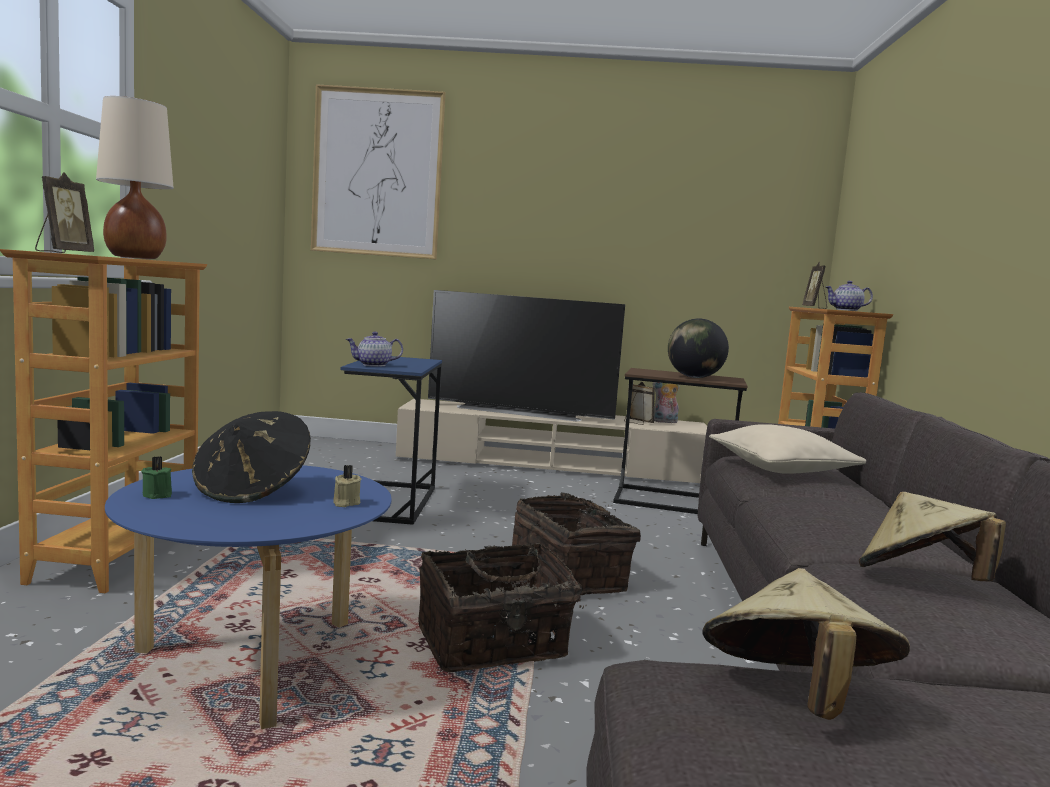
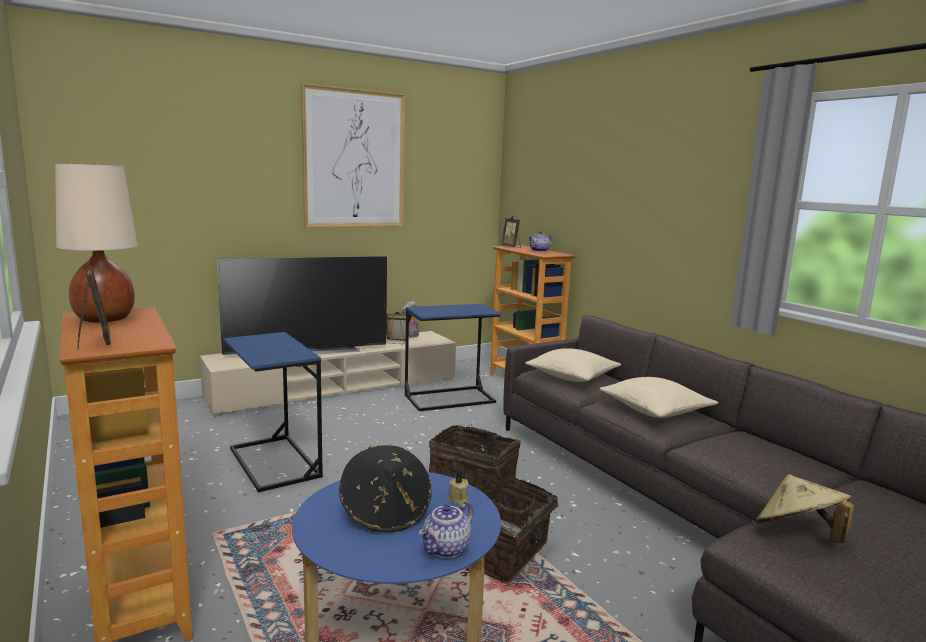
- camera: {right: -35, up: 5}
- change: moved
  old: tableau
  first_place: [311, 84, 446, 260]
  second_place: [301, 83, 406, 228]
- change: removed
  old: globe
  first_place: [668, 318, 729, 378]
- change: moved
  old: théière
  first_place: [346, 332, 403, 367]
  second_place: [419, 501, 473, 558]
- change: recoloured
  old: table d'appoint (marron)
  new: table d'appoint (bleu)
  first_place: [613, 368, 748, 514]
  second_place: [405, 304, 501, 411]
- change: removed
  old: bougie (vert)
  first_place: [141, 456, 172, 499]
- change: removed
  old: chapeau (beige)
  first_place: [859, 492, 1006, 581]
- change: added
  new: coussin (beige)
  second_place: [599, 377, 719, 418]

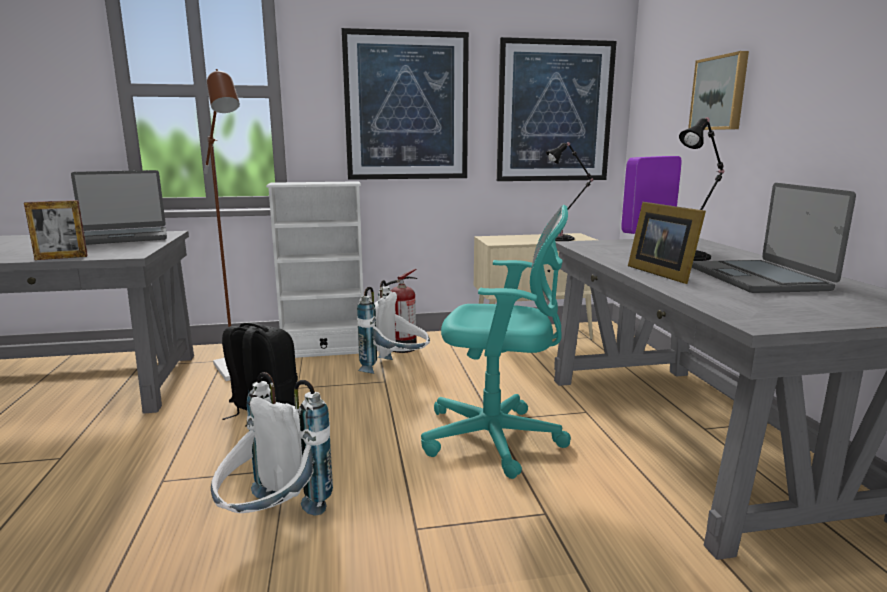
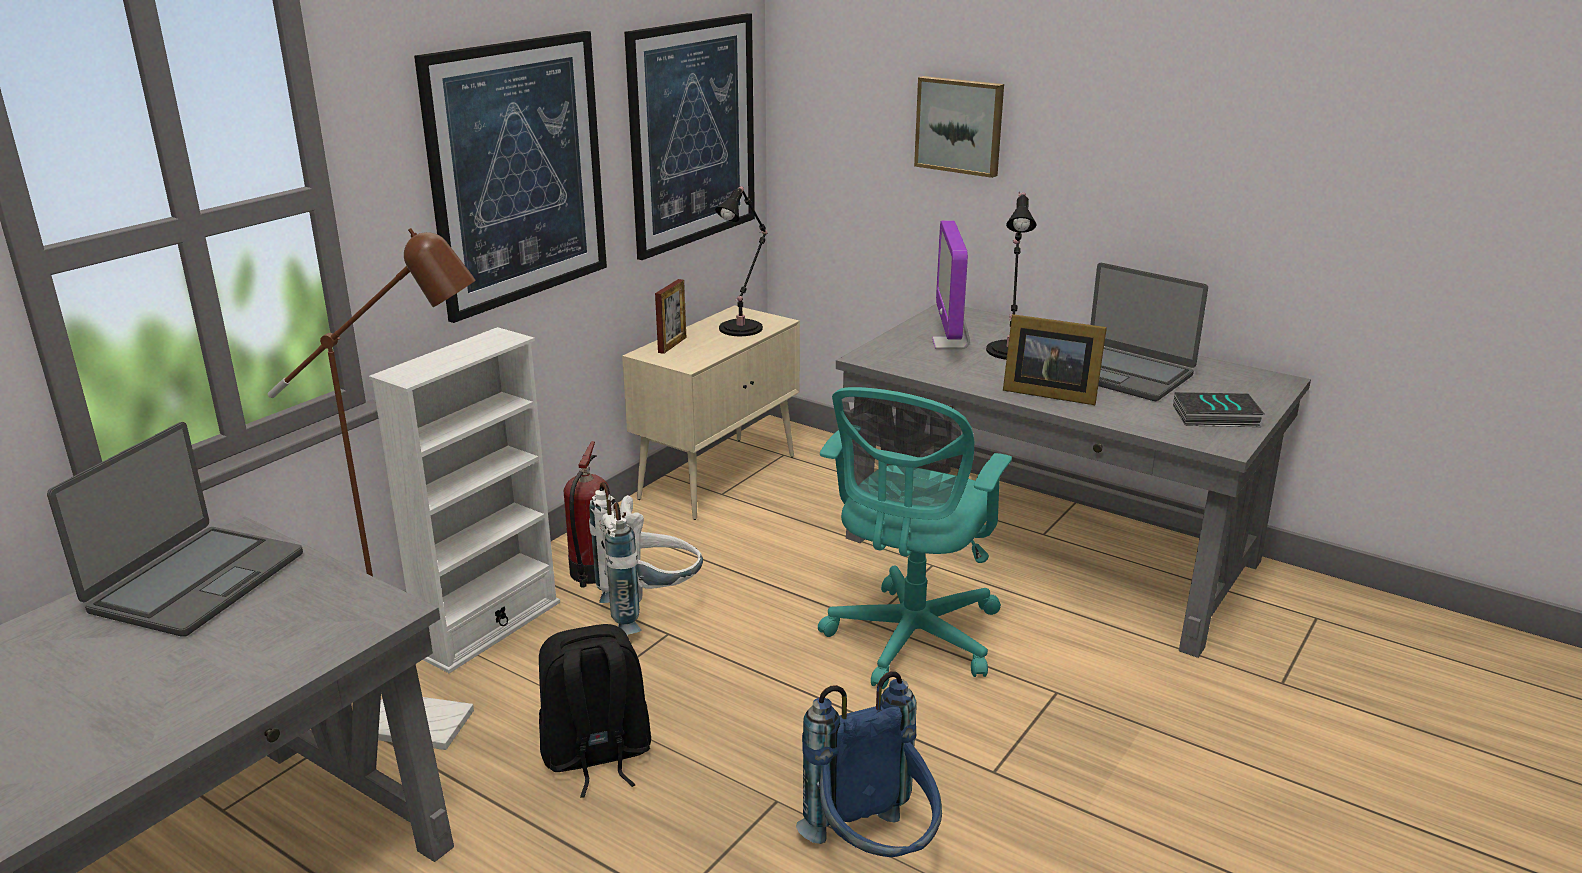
- camera: {right: -45, up: 10}
- change: moved
  old: cadre photo
  first_place: [24, 200, 88, 260]
  second_place: [655, 279, 686, 354]
- change: turned
  old: chaise de bureau (turquoise)
  first_place: [421, 205, 571, 479]
  second_place: [818, 387, 1012, 689]
  degrees: 150
- change: recoloured
  old: sac à dos (blanc)
  new: sac à dos (bleu)
  first_place: [211, 372, 333, 516]
  second_place: [796, 671, 942, 857]
- change: added
  new: livre
  second_place: [1173, 392, 1264, 427]

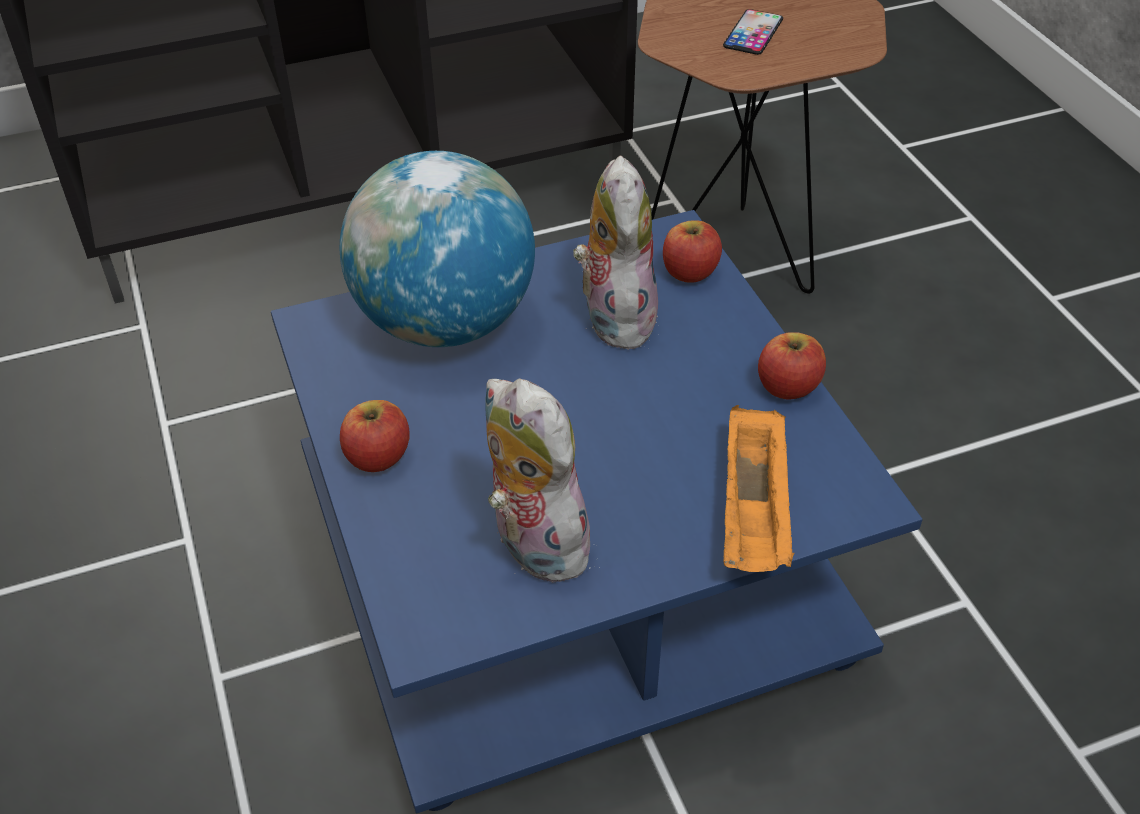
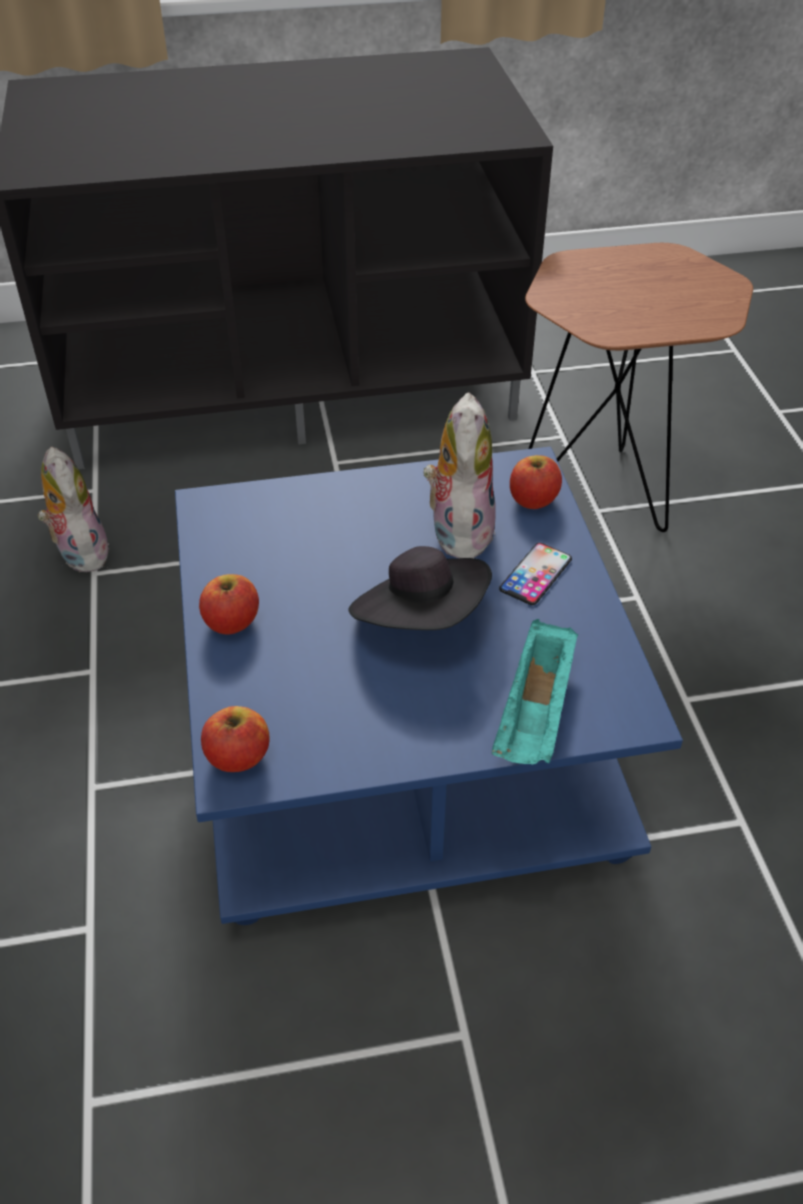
- camera: {right: 10, up: 0}
- change: moved
  old: téléphone
  first_place: [723, 9, 783, 55]
  second_place: [499, 543, 572, 605]
- change: removed
  old: globe
  first_place: [340, 151, 535, 347]
- change: moved
  old: pomme
  first_place: [758, 332, 826, 400]
  second_place: [201, 706, 270, 772]
- change: moved
  old: peluche
  first_place: [485, 378, 600, 583]
  second_place: [38, 446, 113, 572]
- change: recoloured
  old: plateau (orange)
  new: plateau (turquoise)
  first_place: [723, 405, 794, 572]
  second_place: [492, 619, 578, 764]
- change: added
  new: chapeau (noir)
  second_place: [348, 546, 492, 630]

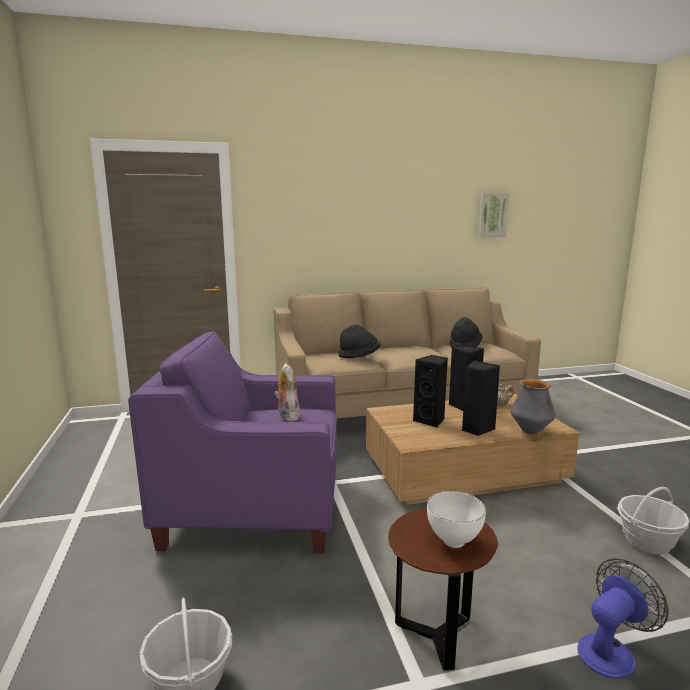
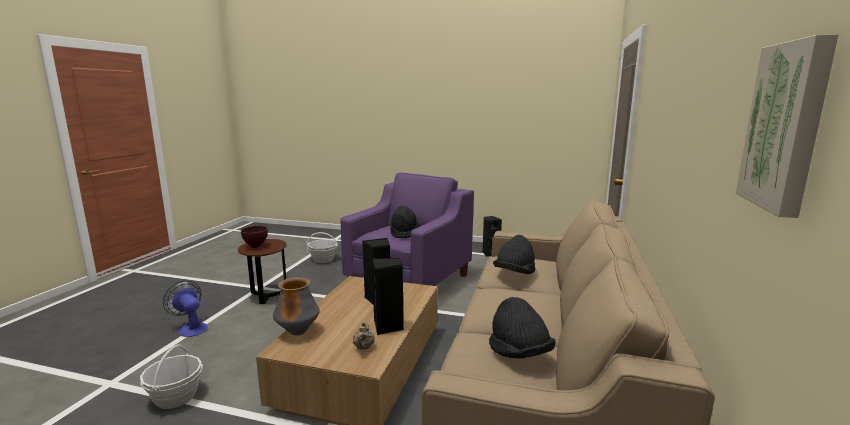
- camera: {right: 120, up: 0}
- change: moved
  old: enceinte (noir)
  first_place: [462, 360, 500, 436]
  second_place: [482, 216, 502, 257]
- change: replaced
  old: peluche
  new: chapeau (noir)
  first_place: [274, 363, 300, 421]
  second_place: [390, 206, 419, 239]
- change: recoloured
  old: bol (blanc)
  new: bol (marron)
  first_place: [427, 491, 486, 548]
  second_place: [241, 226, 268, 248]
- change: turned
  old: ventilateur
  first_place: [577, 558, 668, 679]
  second_place: [163, 280, 208, 337]
  degrees: 135

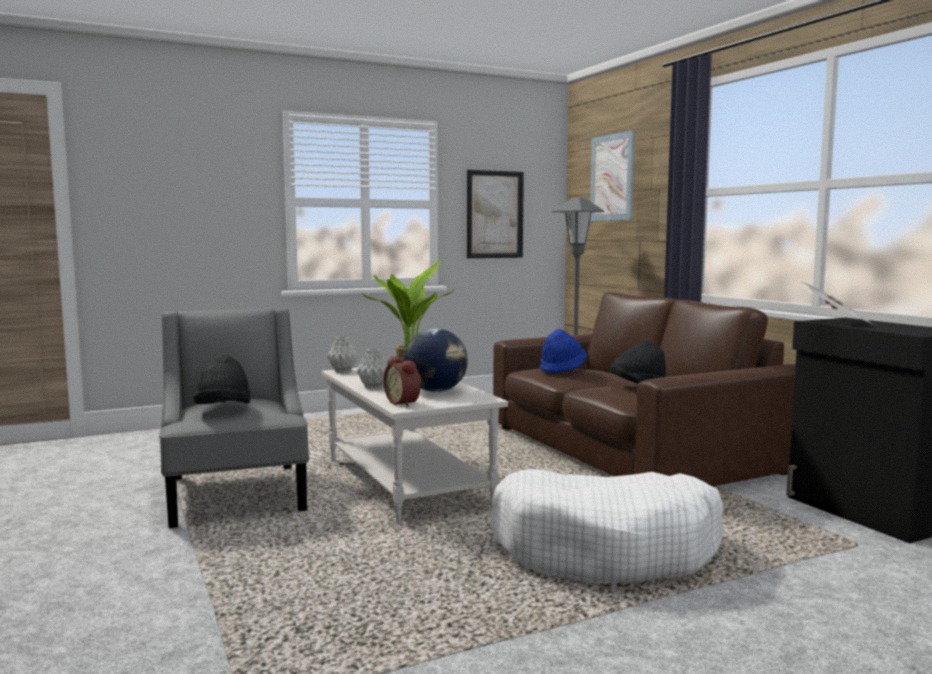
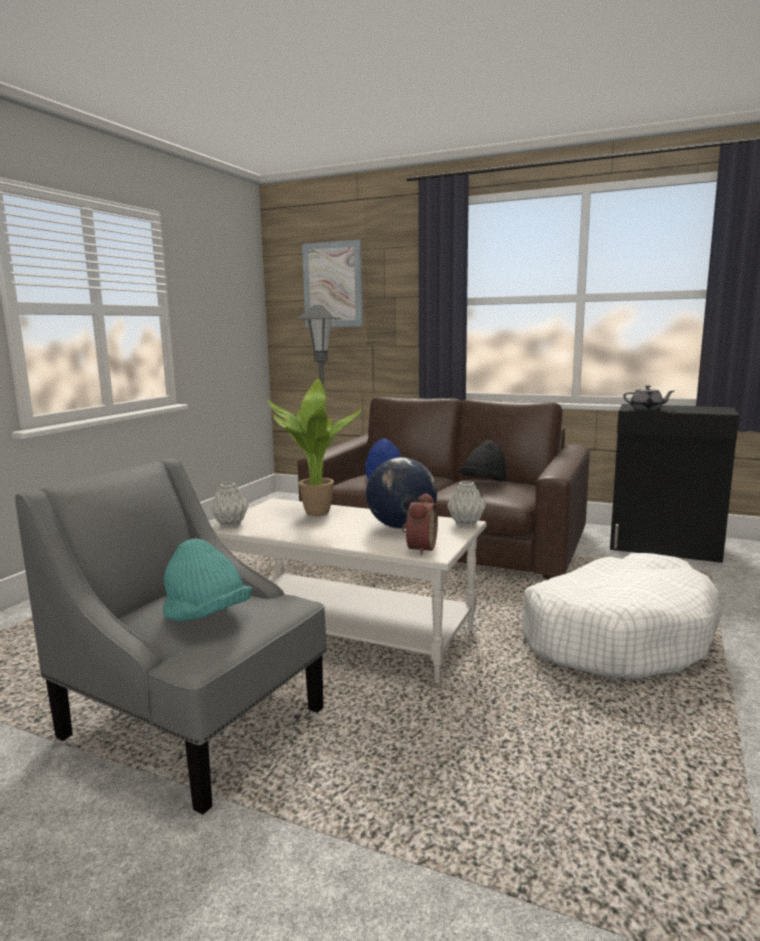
- camera: {right: -40, up: 5}
- change: removed
  old: tableau
  first_place: [467, 170, 524, 258]
- change: replaced
  old: journal
  new: théière (gris)
  first_place: [802, 282, 877, 326]
  second_place: [623, 385, 674, 410]
- change: moved
  old: vase (gris)
  first_place: [357, 349, 387, 389]
  second_place: [447, 481, 486, 527]
- change: recoloured
  old: chapeau (noir)
  new: chapeau (turquoise)
  first_place: [193, 354, 250, 404]
  second_place: [163, 538, 252, 622]
- change: turned
  old: réveil
  first_place: [384, 356, 421, 407]
  second_place: [402, 493, 438, 555]
  degrees: -90

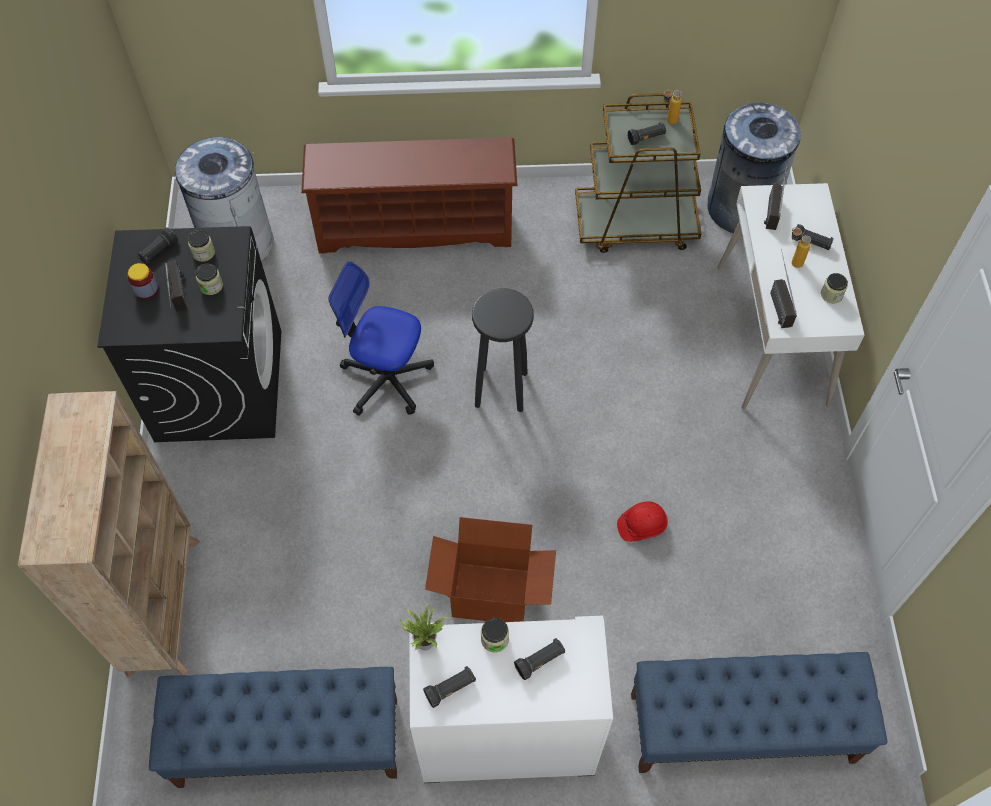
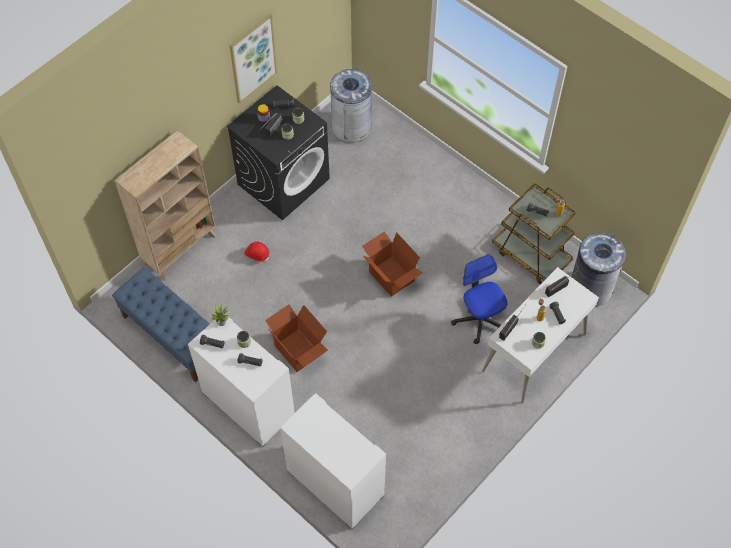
- camera: {right: 45, up: 0}
- change: removed
  old: étagère à chaussures (marron)
  first_place: [301, 137, 518, 254]
- change: moved
  old: chaise de bureau
  first_place: [328, 262, 434, 416]
  second_place: [451, 254, 508, 344]
- change: replaced
  old: tabouret (noir)
  new: carton
  first_place: [472, 288, 534, 412]
  second_place: [362, 231, 423, 297]
- change: moved
  old: casque de chantier (rouge)
  first_place: [617, 501, 668, 542]
  second_place: [245, 241, 270, 262]
- change: replaced
  old: banc (bleu)
  new: meuble de rangement (blanc)
  first_place: [631, 652, 887, 773]
  second_place: [280, 393, 386, 529]
- change: added
  new: tableau
  second_place: [229, 14, 277, 104]

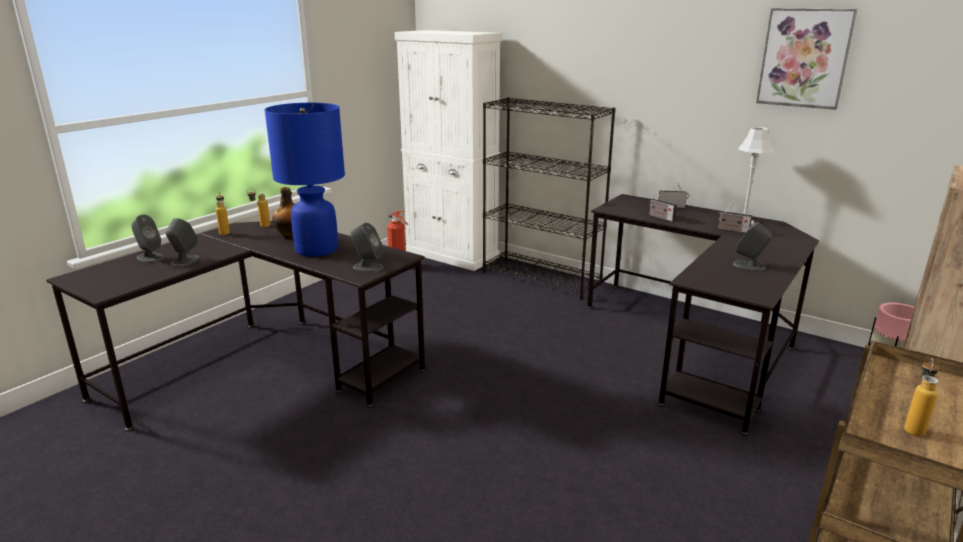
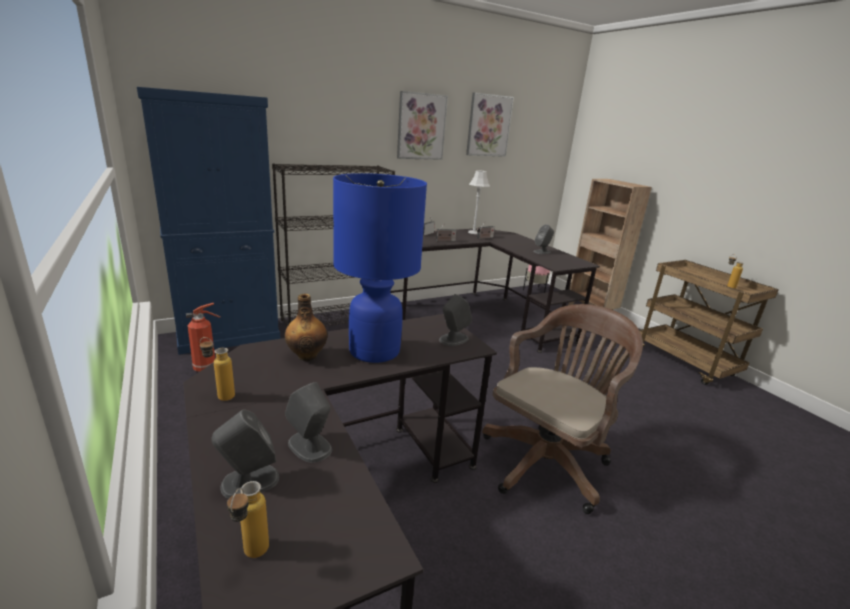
- camera: {right: -65, up: 0}
- change: recoloured
  old: meuble de rangement (blanc)
  new: meuble de rangement (bleu)
  first_place: [395, 30, 502, 271]
  second_place: [137, 87, 280, 355]
- change: moved
  old: bouteille
  first_place: [247, 188, 270, 227]
  second_place: [227, 481, 269, 558]
- change: added
  new: tableau
  second_place: [397, 91, 448, 160]
- change: added
  new: chaise de bureau (marron)
  second_place: [482, 304, 643, 514]

